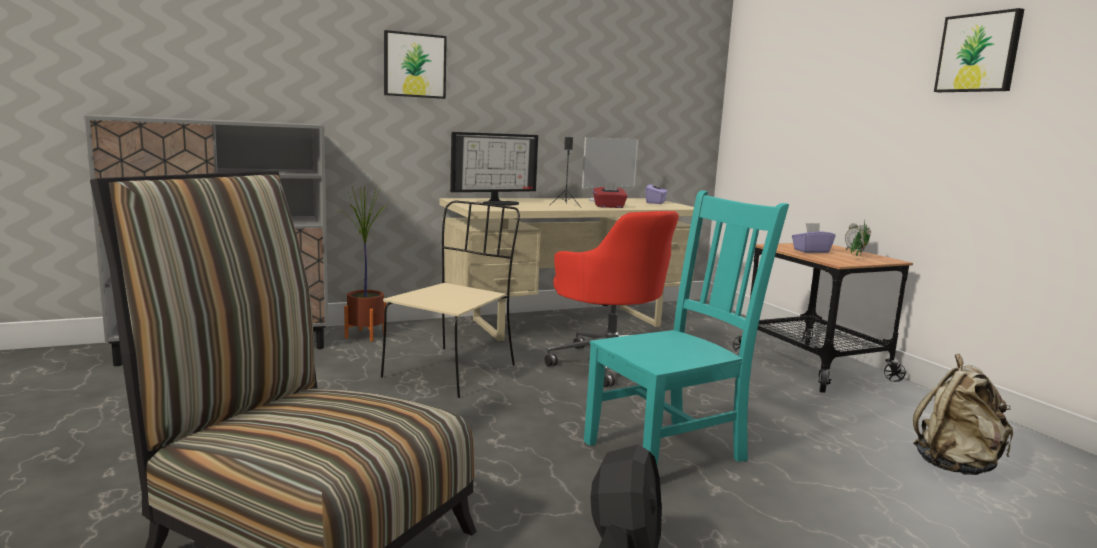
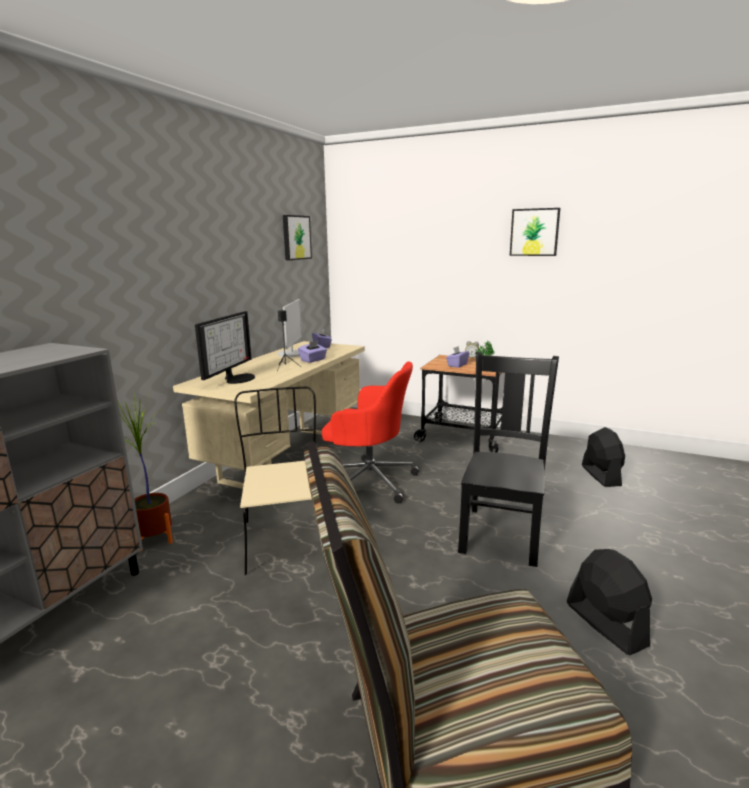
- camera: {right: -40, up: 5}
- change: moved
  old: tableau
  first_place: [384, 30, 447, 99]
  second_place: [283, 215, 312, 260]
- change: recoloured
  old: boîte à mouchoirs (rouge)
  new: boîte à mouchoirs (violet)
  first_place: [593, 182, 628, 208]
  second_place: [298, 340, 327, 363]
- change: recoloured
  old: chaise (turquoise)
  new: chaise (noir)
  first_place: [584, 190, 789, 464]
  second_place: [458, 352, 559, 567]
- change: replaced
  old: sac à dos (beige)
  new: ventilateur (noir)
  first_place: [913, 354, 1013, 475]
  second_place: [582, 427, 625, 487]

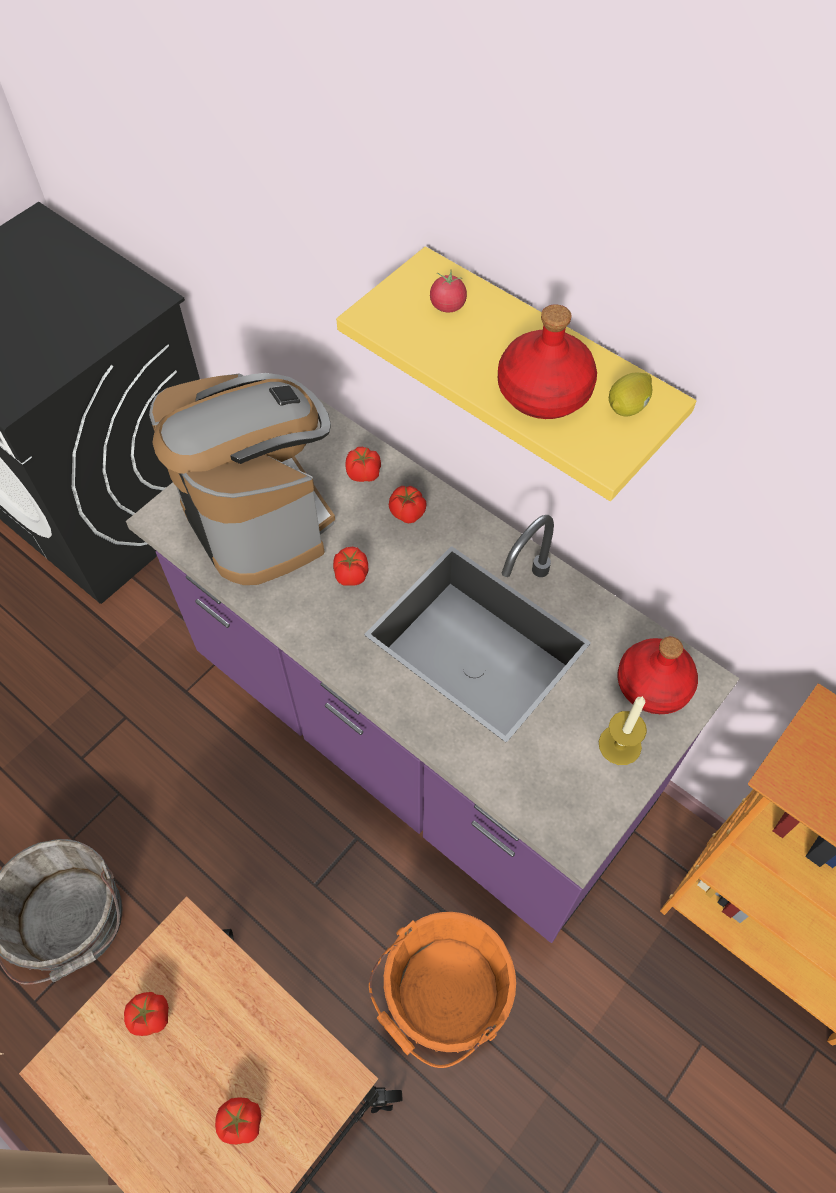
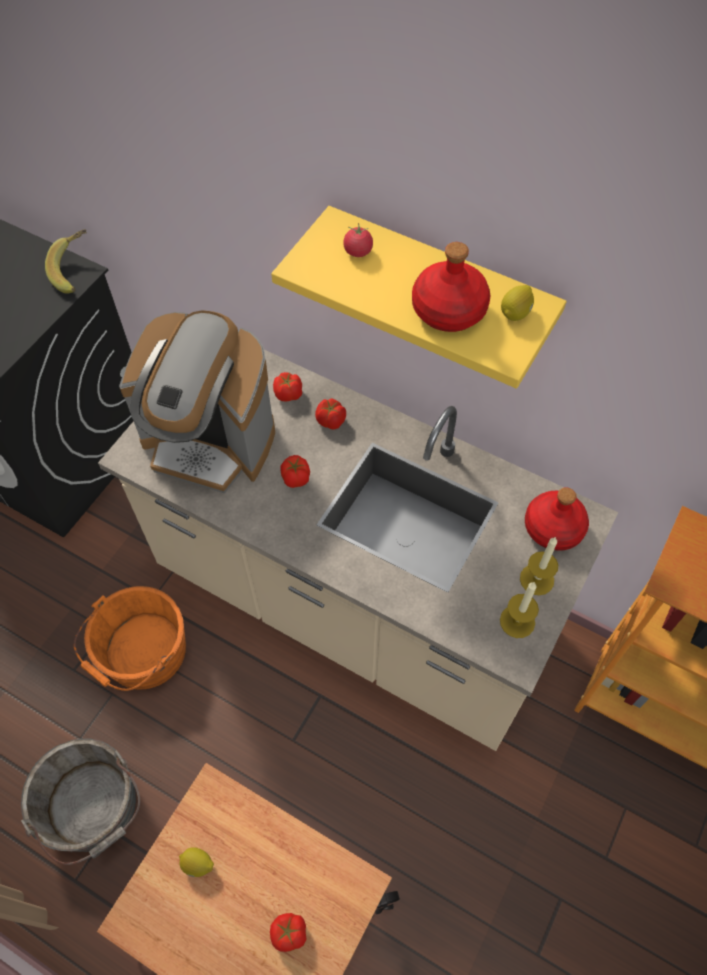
- camera: {right: -10, up: 0}
- change: turned
  old: machine à café
  first_place: [149, 373, 335, 585]
  second_place: [119, 310, 275, 493]
  degrees: 150
- change: recoloured
  old: comptoir de cuisine (violet)
  new: comptoir de cuisine (beige)
  first_place: [126, 398, 740, 943]
  second_place: [98, 350, 618, 751]
- change: moved
  old: seau (orange)
  first_place: [369, 912, 516, 1068]
  second_place: [74, 586, 186, 691]
- change: replaced
  old: tomate
  new: citron
  first_place: [124, 992, 169, 1036]
  second_place: [179, 847, 214, 877]
- change: added
  new: banane
  second_place: [45, 229, 86, 294]
- change: added
  new: bougie
  second_place: [500, 582, 539, 638]

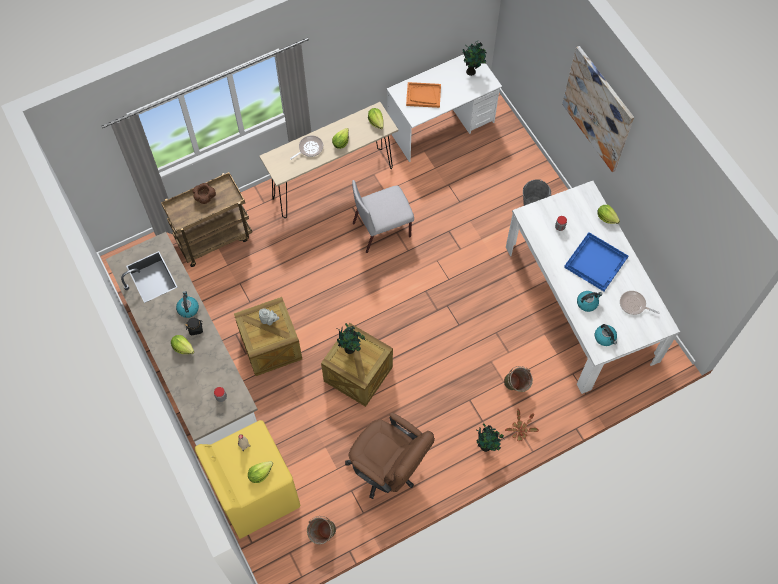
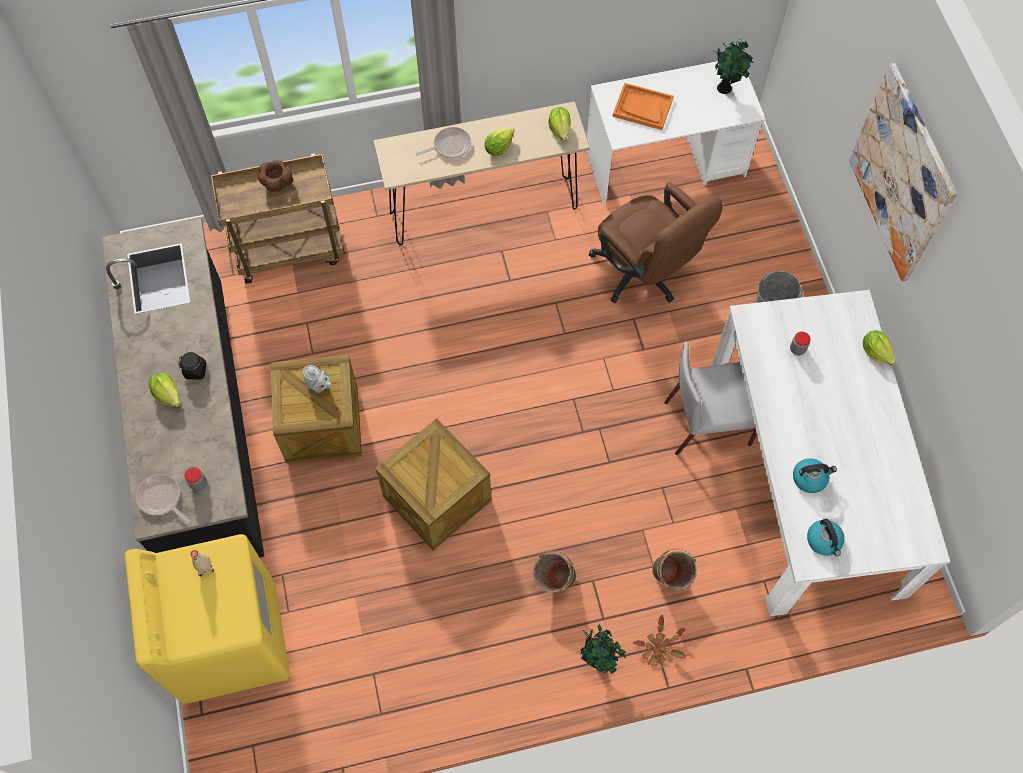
- camera: {right: 15, up: 0}
- change: moved
  old: chaise (gris)
  first_place: [352, 180, 414, 253]
  second_place: [664, 341, 757, 455]
- change: recoloured
  old: comptoir de cuisine (blanc)
  new: comptoir de cuisine (noir)
  first_place: [106, 232, 258, 446]
  second_place: [102, 218, 264, 558]
- change: removed
  old: plateau (bleu)
  first_place: [564, 232, 628, 291]
- change: removed
  old: bouilloire
  first_place: [176, 291, 199, 318]
- change: moved
  old: poêle
  first_place: [620, 291, 660, 315]
  second_place: [136, 474, 190, 524]
- change: removed
  old: plante en pot
  first_place: [337, 323, 366, 354]
- change: moved
  old: chaise de bureau (marron)
  first_place: [345, 413, 435, 499]
  second_place: [589, 182, 723, 303]
- change: removed
  old: laitue
  first_place: [248, 461, 273, 483]
- change: moved
  old: seau (vert)
  first_place: [307, 516, 336, 544]
  second_place: [533, 551, 576, 592]

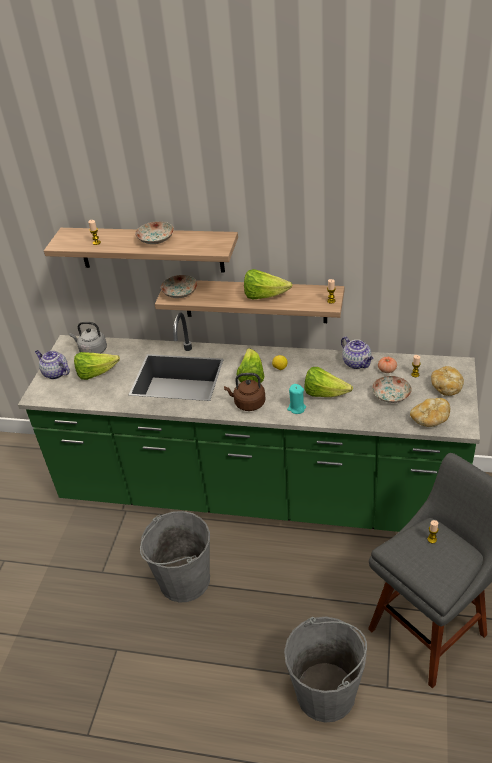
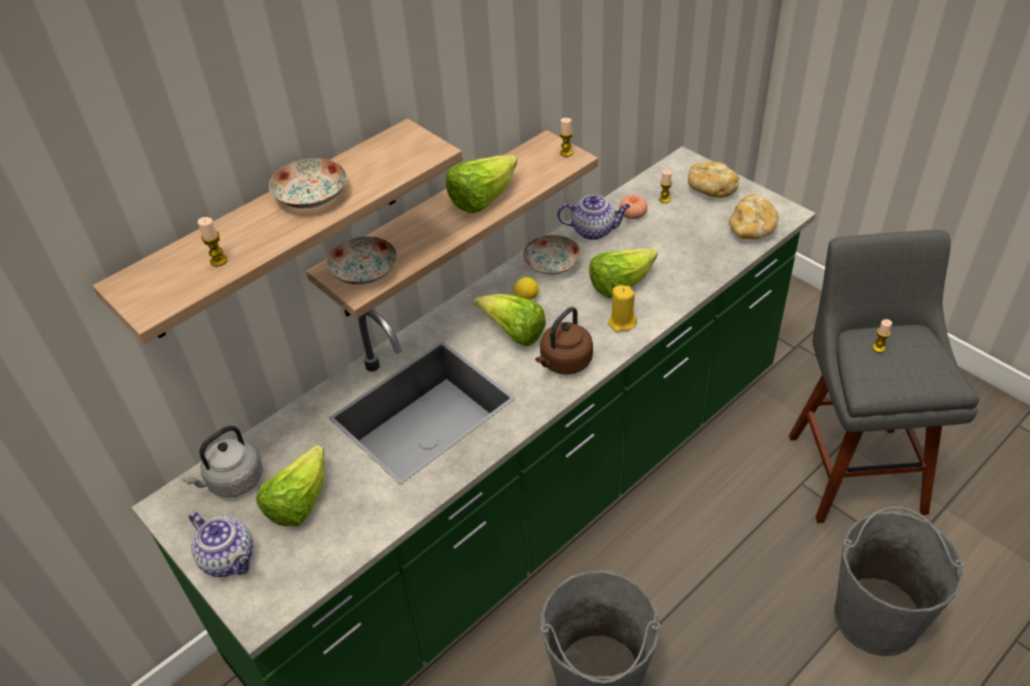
- camera: {right: -55, up: 5}
- change: turned
  old: théière
  first_place: [35, 350, 70, 379]
  second_place: [189, 512, 253, 577]
  degrees: -120
- change: moved
  old: assiette
  first_place: [372, 376, 412, 403]
  second_place: [523, 235, 581, 275]
- change: recoloured
  old: bougie (turquoise)
  new: bougie (jaune)
  first_place: [287, 384, 306, 414]
  second_place: [608, 285, 637, 333]

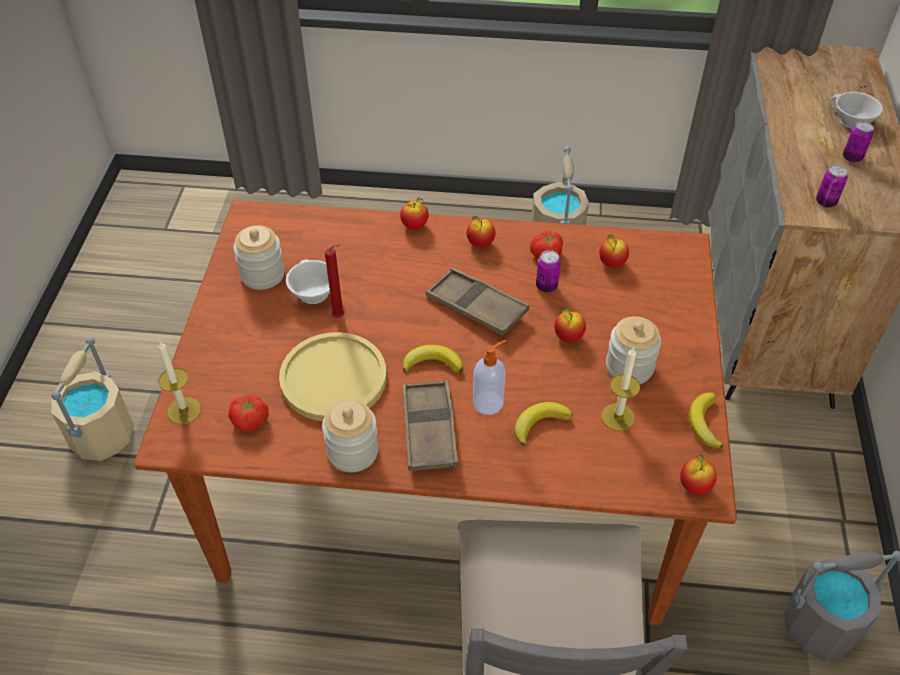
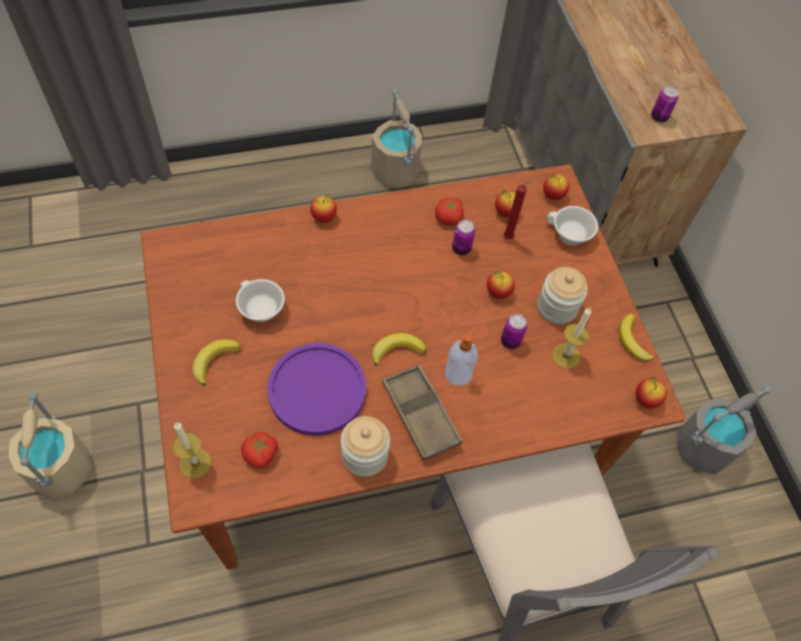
- camera: {right: -25, up: 10}
- change: moved
  old: tasse (blanc)
  first_place: [830, 92, 883, 129]
  second_place: [547, 206, 598, 245]
- change: moved
  old: boîte métallique
  first_place: [843, 121, 874, 163]
  second_place: [501, 314, 527, 349]
- change: moved
  old: pomme
  first_place: [467, 216, 495, 248]
  second_place: [543, 174, 569, 200]
- change: removed
  old: bocal
  first_place: [233, 225, 285, 290]
- change: moved
  old: bougie (rouge)
  first_place: [325, 244, 344, 317]
  second_place: [503, 180, 533, 240]
- change: removed
  old: plateau (marron)
  first_place: [426, 267, 529, 336]
- change: recoloured
  old: assiette (jaune)
  new: assiette (violet)
  first_place: [279, 332, 387, 421]
  second_place: [267, 343, 366, 436]
- change: moved
  old: banane
  first_place: [515, 402, 572, 446]
  second_place: [193, 339, 240, 386]

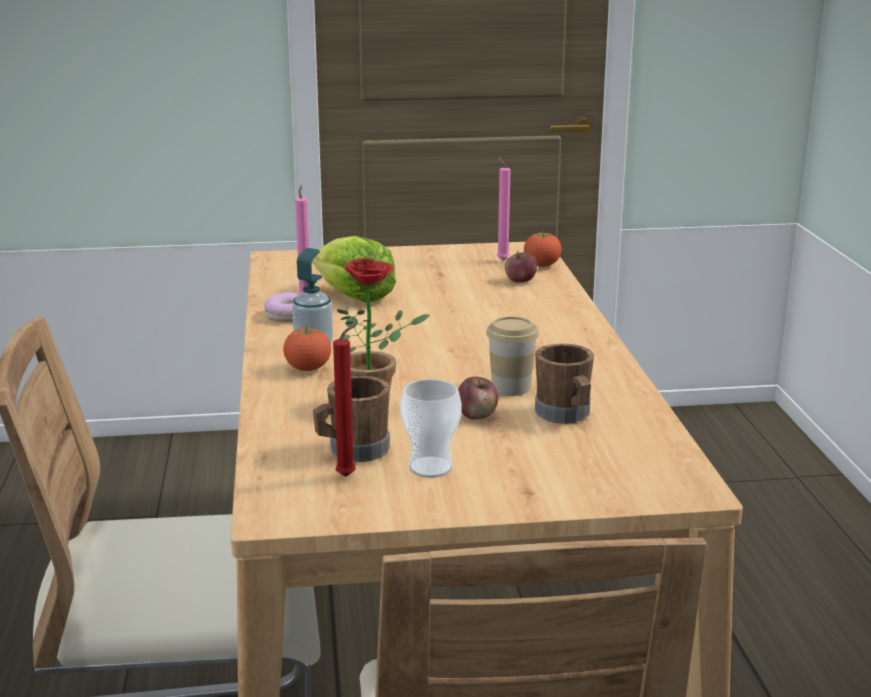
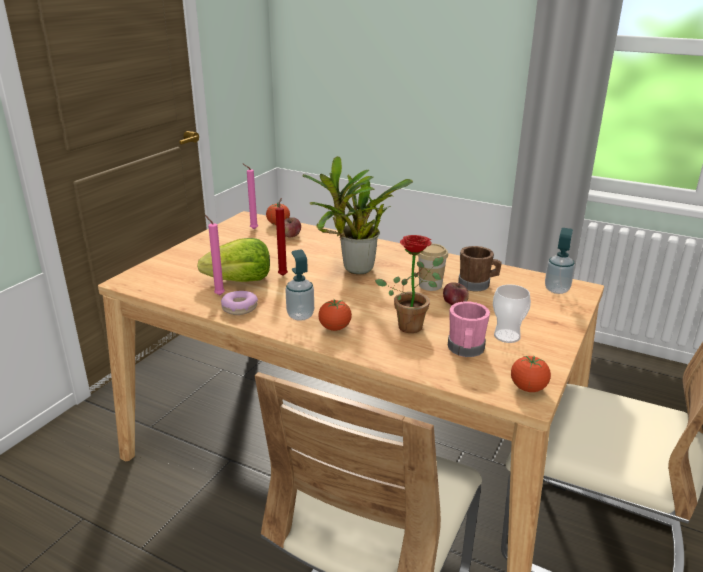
- camera: {right: -55, up: 5}
- change: moved
  old: bougie (rouge)
  first_place: [333, 323, 358, 477]
  second_place: [276, 198, 288, 276]
- change: recoloured
  old: mug (marron)
  new: mug (rose)
  first_place: [313, 376, 390, 462]
  second_place: [448, 302, 490, 357]
- change: added
  new: plante en pot
  second_place: [303, 156, 413, 274]
- change: added
  new: distributeur de savon
  second_place: [545, 228, 575, 294]
- change: added
  new: tomate
  second_place: [511, 356, 551, 392]

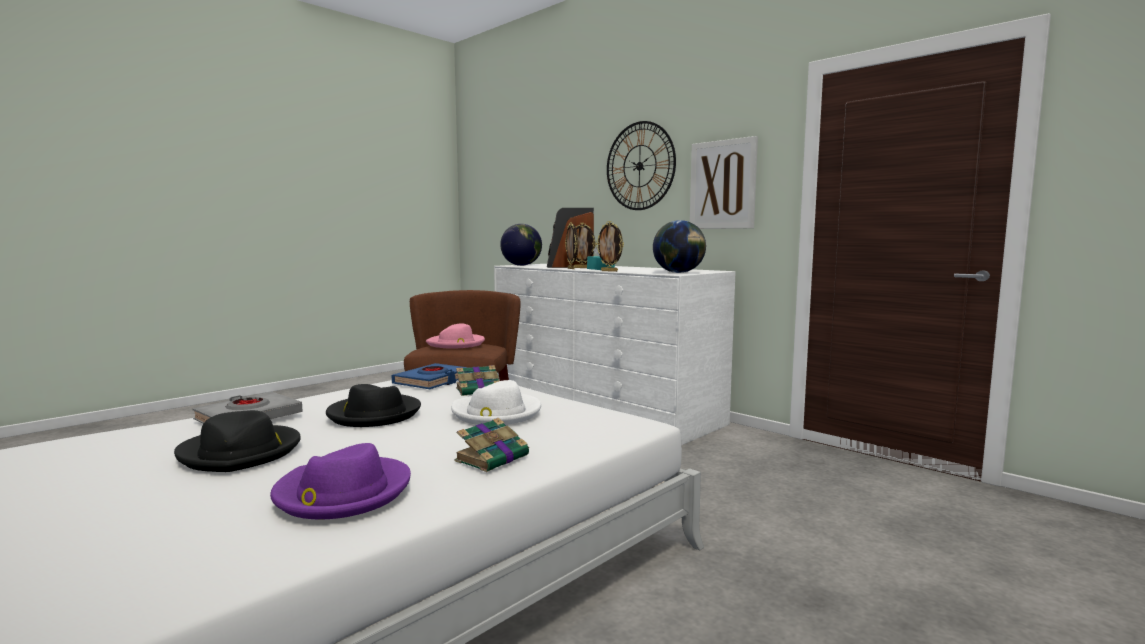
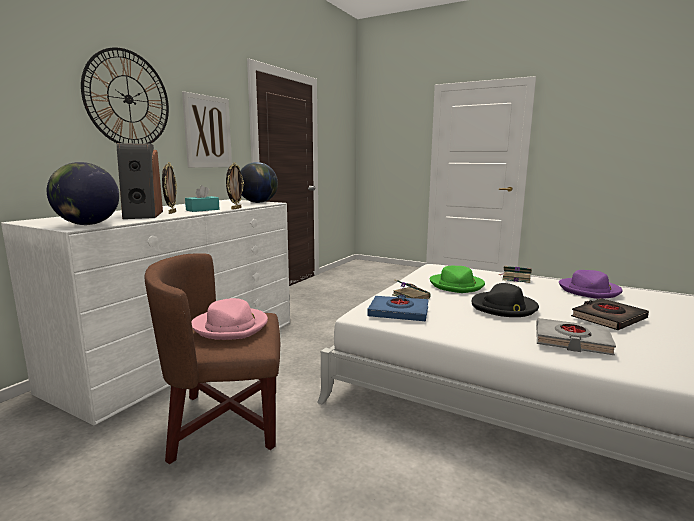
- camera: {right: -105, up: 5}
- change: removed
  old: cadre photo
  first_place: [565, 222, 578, 269]
- change: recoloured
  old: chapeau (blanc)
  new: chapeau (vert)
  first_place: [451, 380, 541, 425]
  second_place: [430, 266, 485, 293]
- change: replaced
  old: chapeau (noir)
  new: livre (noir)
  first_place: [174, 410, 301, 472]
  second_place: [571, 298, 649, 330]

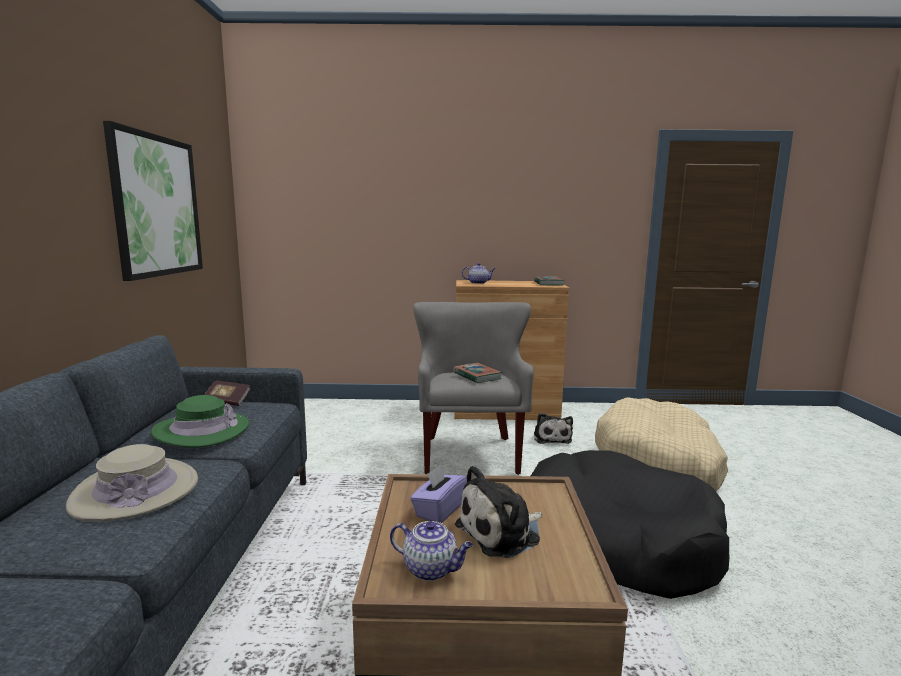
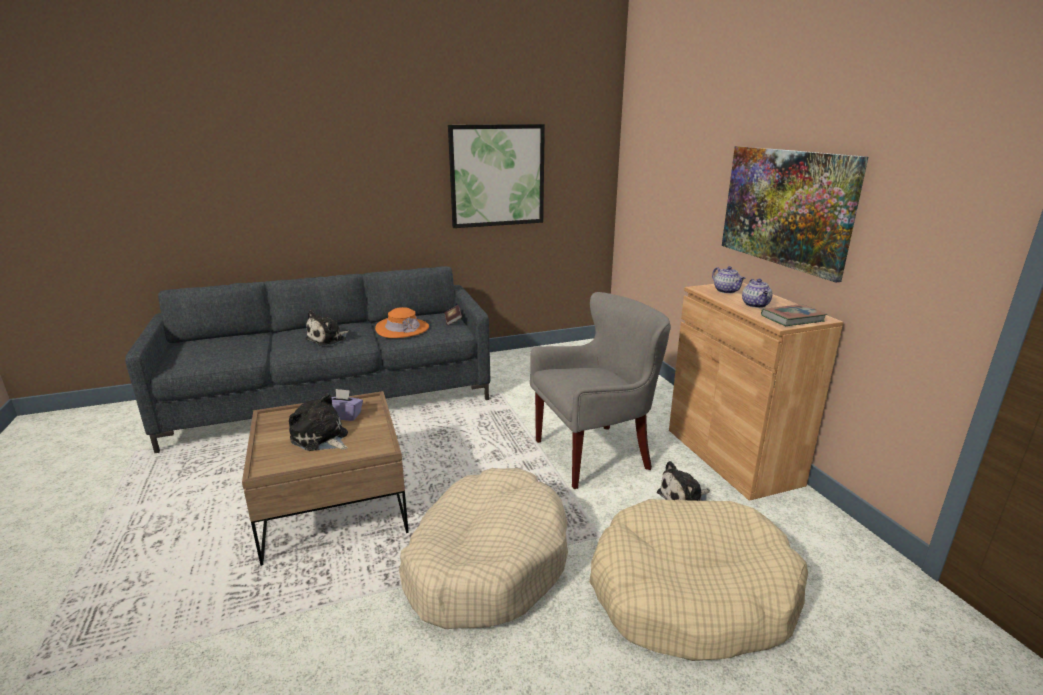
- camera: {right: 70, up: 10}
- change: removed
  old: livre
  first_place: [453, 363, 502, 383]
- change: recoloured
  old: chapeau (vert)
  new: chapeau (orange)
  first_place: [151, 395, 249, 448]
  second_place: [375, 307, 429, 338]
- change: replaced
  old: chapeau (beige)
  new: peluche
  first_place: [66, 444, 198, 522]
  second_place: [305, 310, 349, 346]
- change: recoloured
  old: panier pour chien (noir)
  new: panier pour chien (beige)
  first_place: [531, 450, 729, 599]
  second_place: [399, 468, 568, 629]
- change: moved
  old: théière
  first_place: [390, 521, 473, 581]
  second_place: [742, 279, 772, 308]
- change: added
  new: tableau
  second_place: [722, 146, 868, 283]

